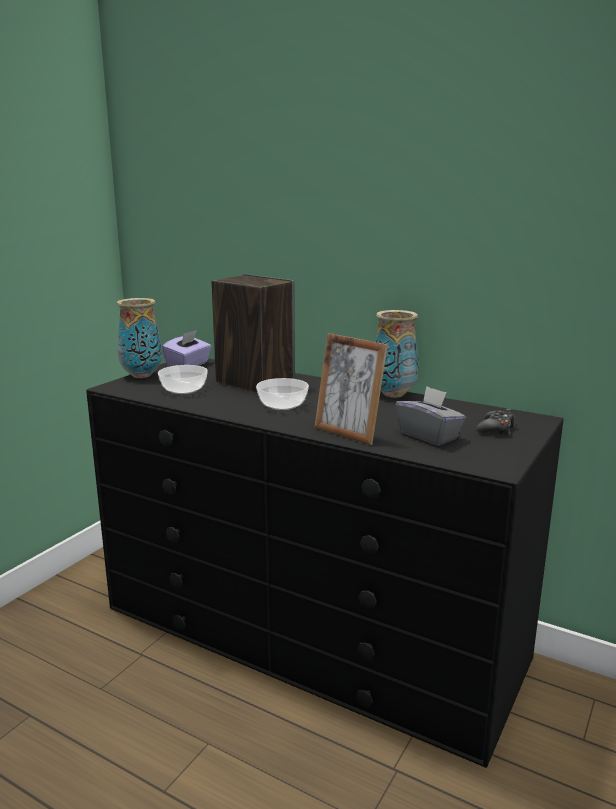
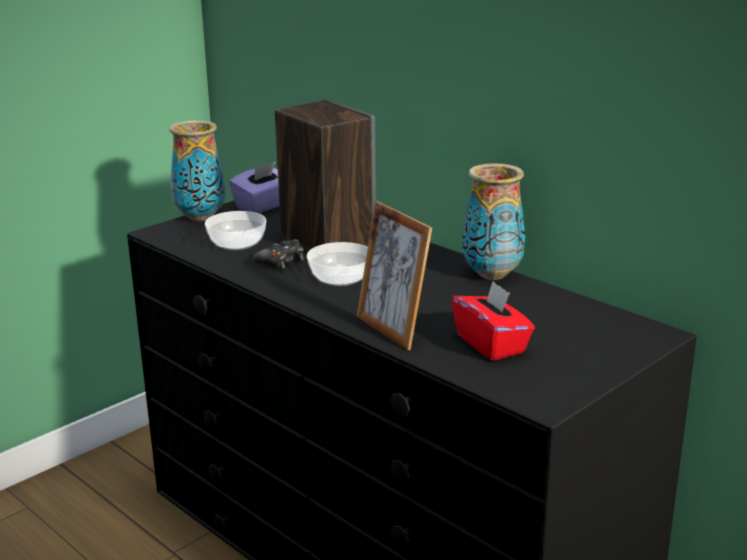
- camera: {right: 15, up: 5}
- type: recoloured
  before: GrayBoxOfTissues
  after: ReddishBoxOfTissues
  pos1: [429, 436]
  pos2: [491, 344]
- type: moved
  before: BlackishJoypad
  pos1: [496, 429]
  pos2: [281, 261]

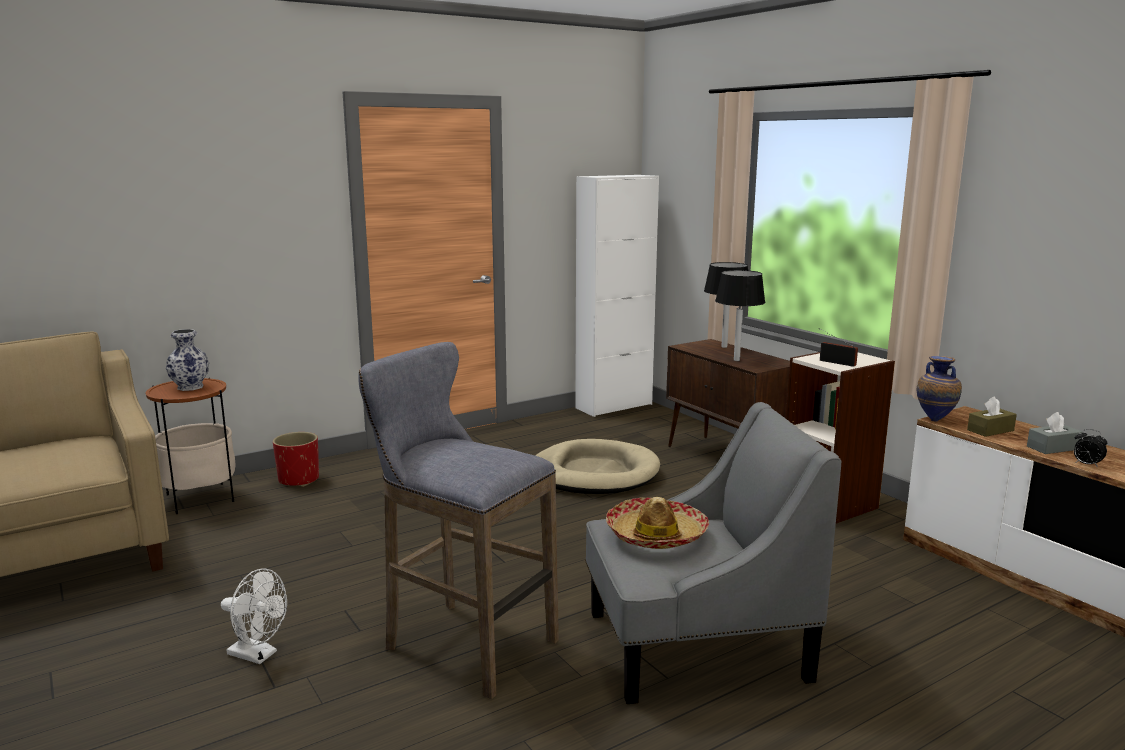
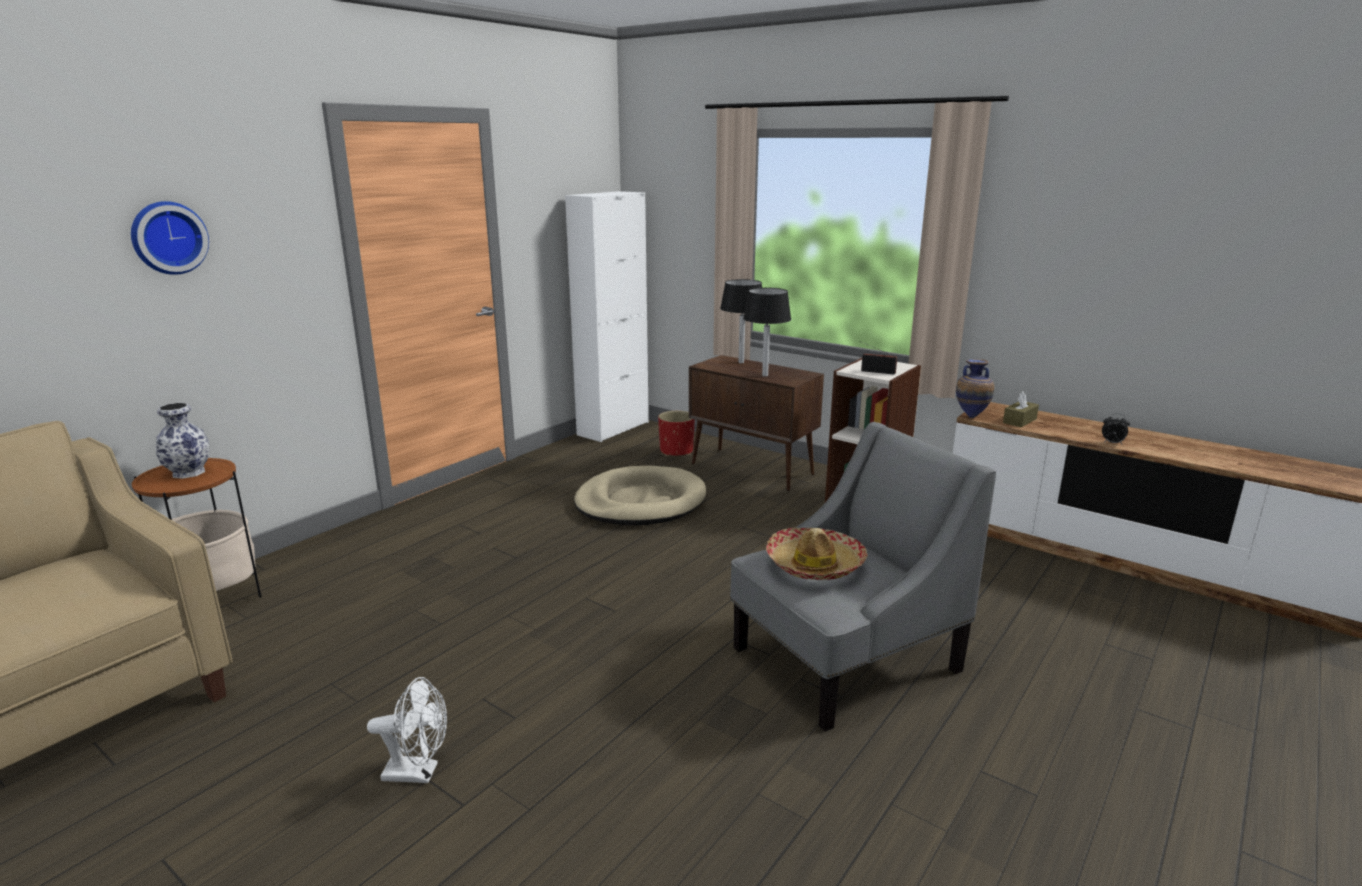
- camera: {right: -20, up: 5}
- type: moved
  before: ReddishPlantPot
  pos1: [298, 480]
  pos2: [676, 451]
- type: removed
  before: GrayStoolSeat
  pos1: [463, 643]
- type: removed
  before: GrayBoxOfTissues
  pos1: [1052, 448]
- type: added
  after: WallClock
  pos2: [168, 237]

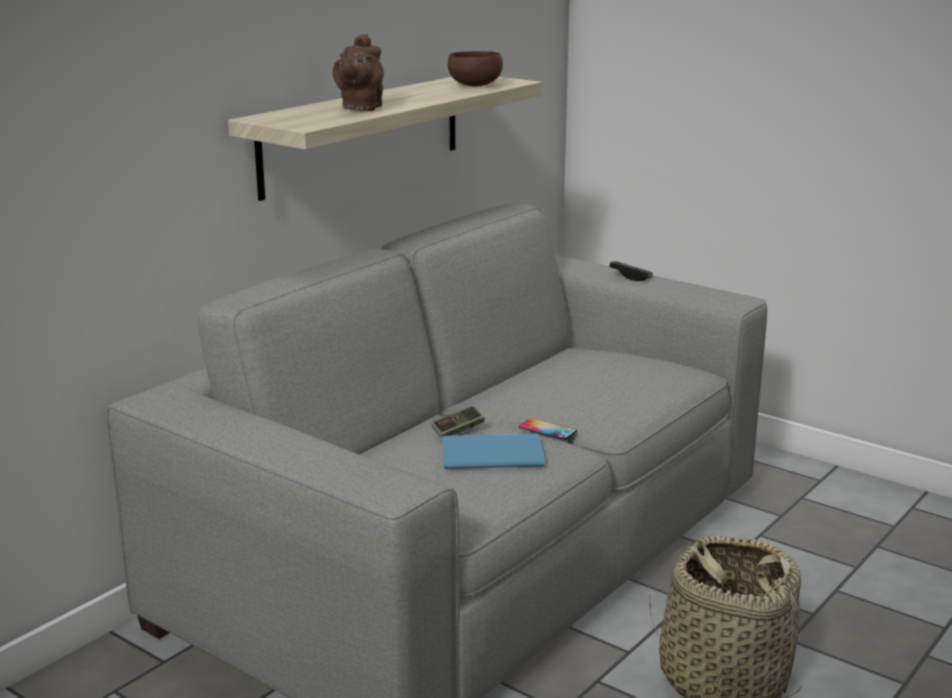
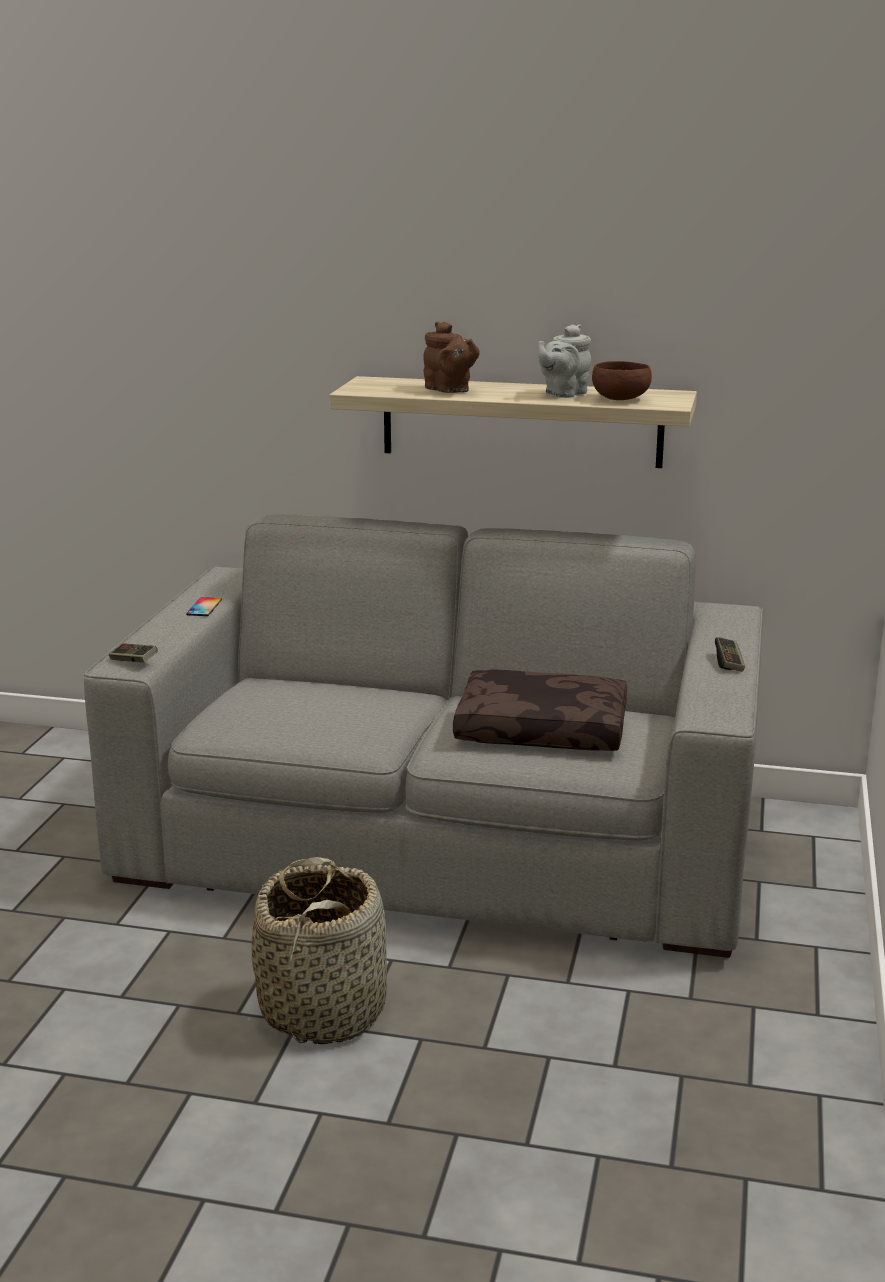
- camera: {right: 65, up: 0}
- type: turned
  before: BrownishTeaPot
  pos1: [360, 108]
  pos2: [449, 390]
  turn: -120
- type: moved
  before: Joypad
  pos1: [458, 431]
  pos2: [133, 661]
- type: removed
  before: BlueBoundBook
  pos1: [489, 453]
- type: moved
  before: Handset
  pos1: [547, 429]
  pos2: [204, 607]
- type: added
  after: BrownishPillow
  pos2: [543, 729]
- type: added
  after: GrayTeaPot
  pos2: [563, 394]

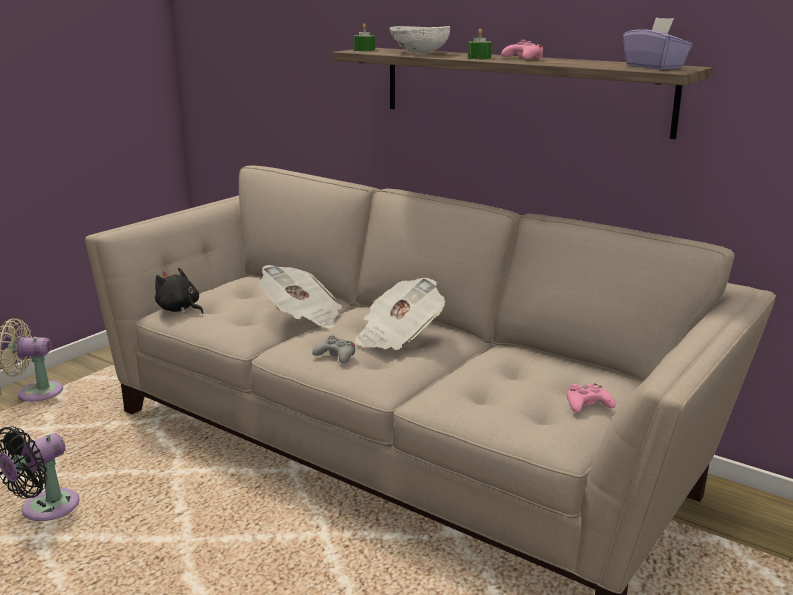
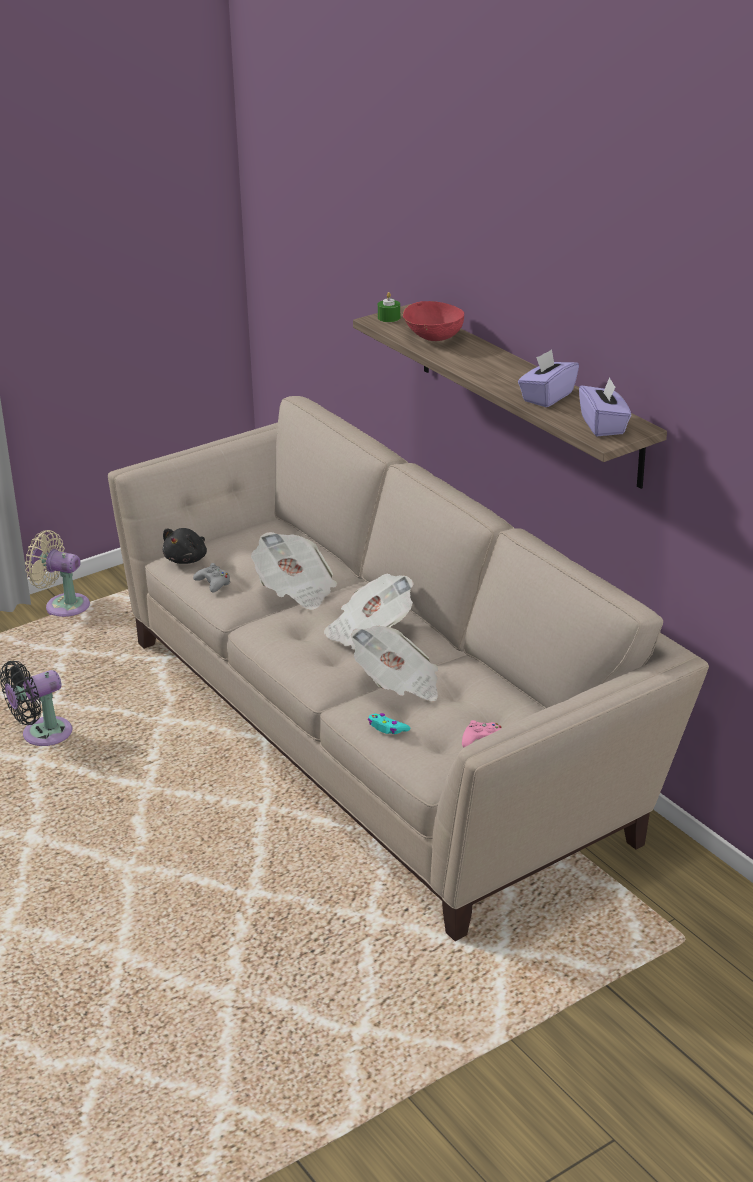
- camera: {right: 20, up: 10}
- type: turned
  before: BlackishCuddlyToy
  pos1: [179, 309]
  pos2: [187, 559]
  turn: -120
- type: moved
  before: GrayJoypad
  pos1: [336, 356]
  pos2: [213, 583]
- type: recoloured
  before: WhiteColouredBowl
  after: ReddishBowl
  pos1: [418, 53]
  pos2: [432, 337]
- type: removed
  before: GreenCandle
  pos1: [479, 58]
- type: removed
  before: PinkJoypad
  pos1: [523, 58]
- type: added
  after: DailyPaper
  pos2: [398, 684]
- type: added
  after: TurquoiseColouredJoypad
  pos2: [387, 728]
- type: added
  after: PurpleBoxOfTissues
  pos2: [547, 397]

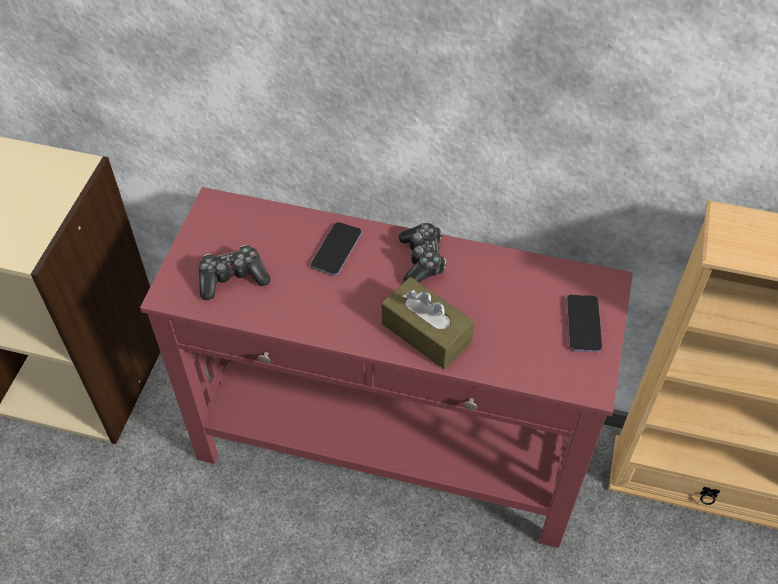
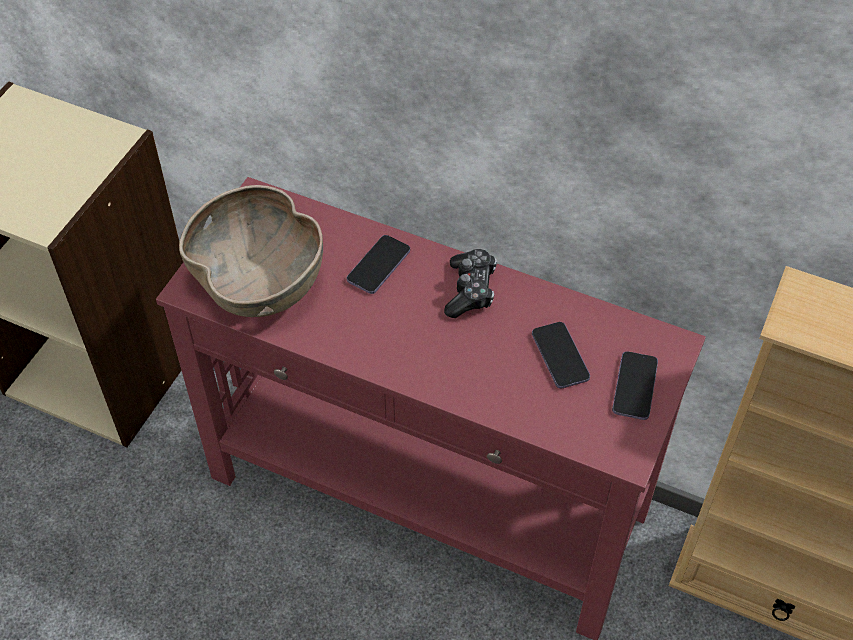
- camera: {right: 10, up: 0}
- type: replaced
  before: Joypad
  after: BrownishBowl
  pos1: [232, 278]
  pos2: [260, 281]
- type: removed
  before: BrownishBoxOfTissues
  pos1: [426, 332]
- type: added
  after: Handset
  pos2: [560, 356]

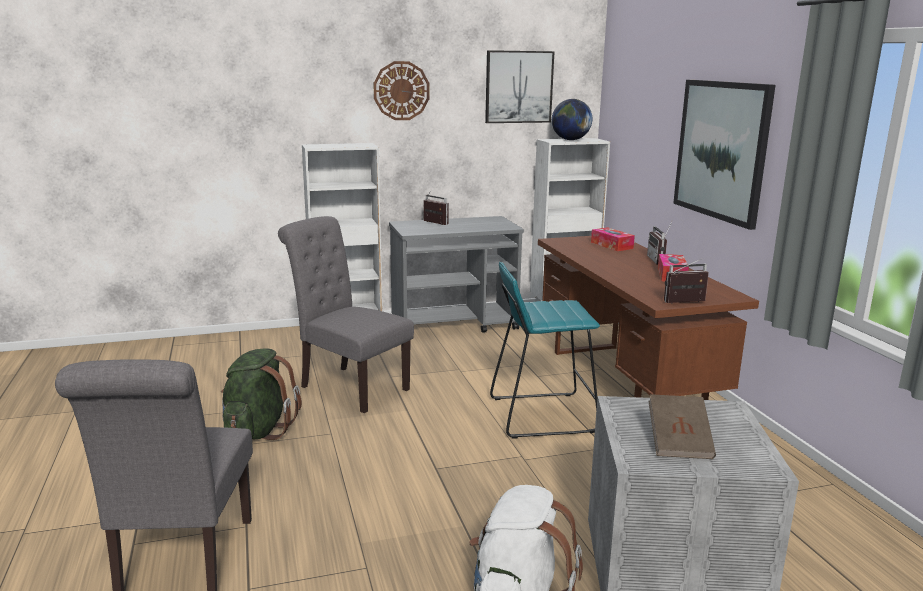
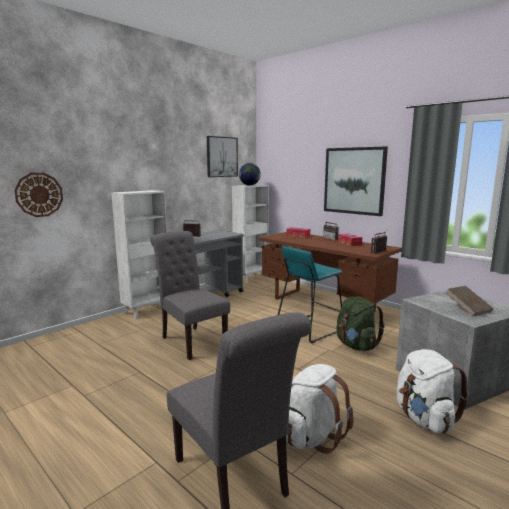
- camera: {right: -30, up: -5}
- type: moved
  before: GreenKnapsack
  pos1: [258, 430]
  pos2: [356, 345]
- type: turned
  before: GrayChair
  pos1: [349, 386]
  pos2: [191, 340]
  turn: 45
- type: moved
  before: WallClock
  pos1: [401, 91]
  pos2: [39, 194]
- type: added
  after: WhiteColouredKnapsack
  pos2: [312, 436]

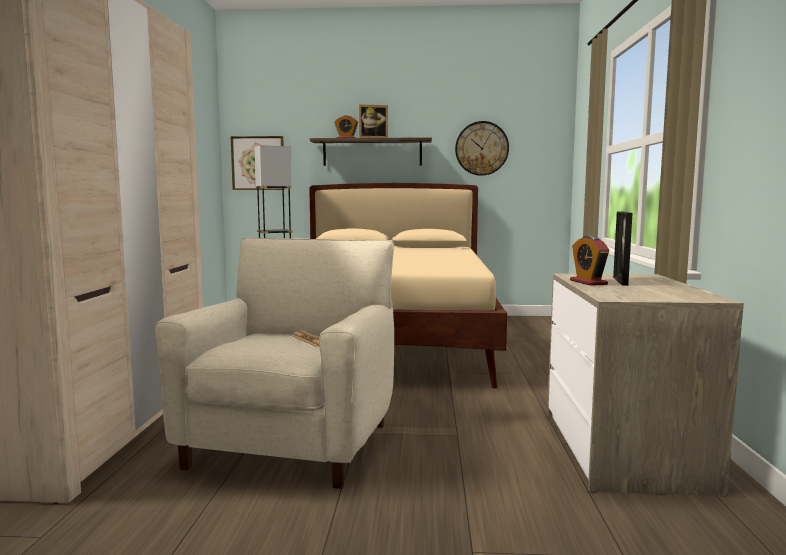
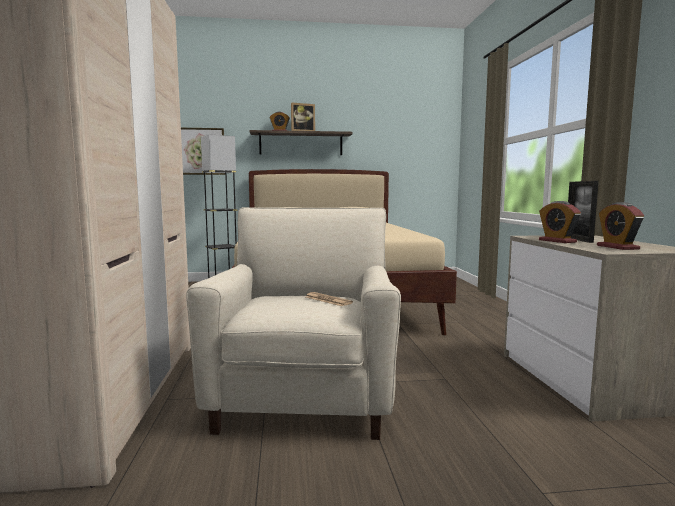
- camera: {right: -10, up: 0}
- type: removed
  before: WallClock
  pos1: [481, 148]
- type: added
  after: BedsideClock
  pos2: [617, 247]

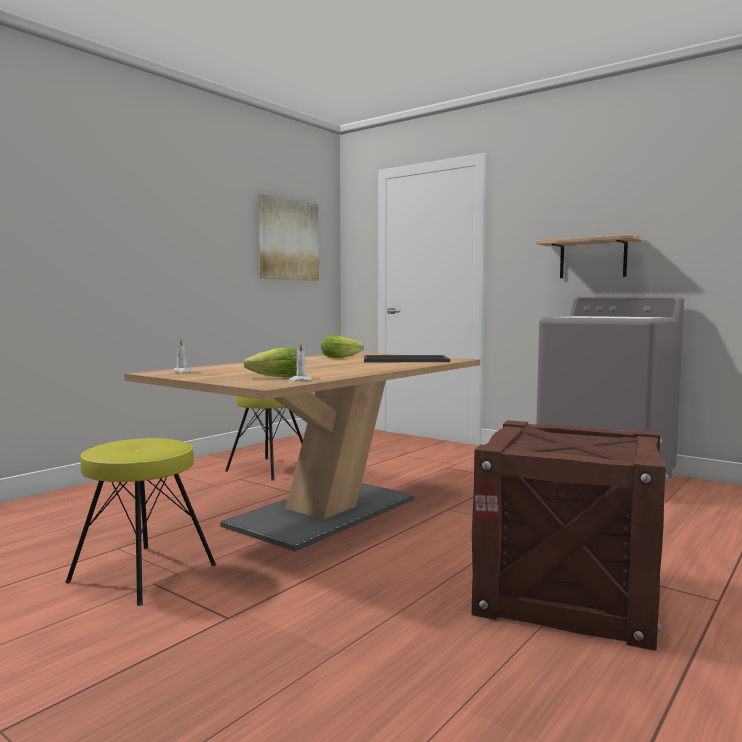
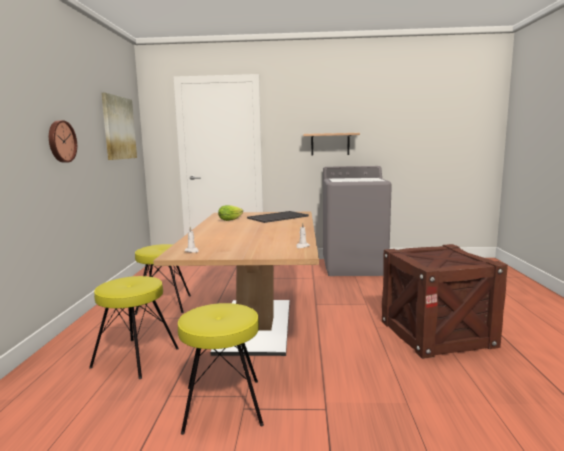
- camera: {right: -35, up: 5}
- type: removed
  before: HeadOfLettuce
  pos1: [273, 377]
- type: added
  after: WallClock
  pos2: [61, 141]
- type: added
  after: YellowColouredStoolSeat
  pos2: [135, 357]

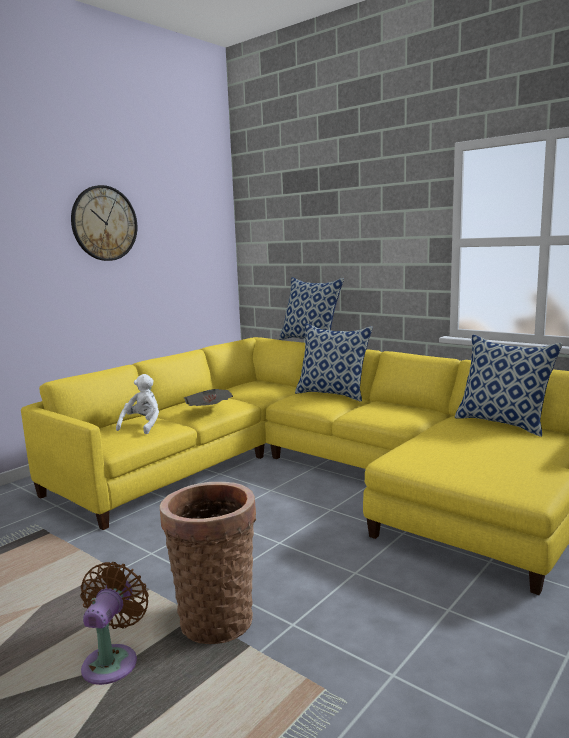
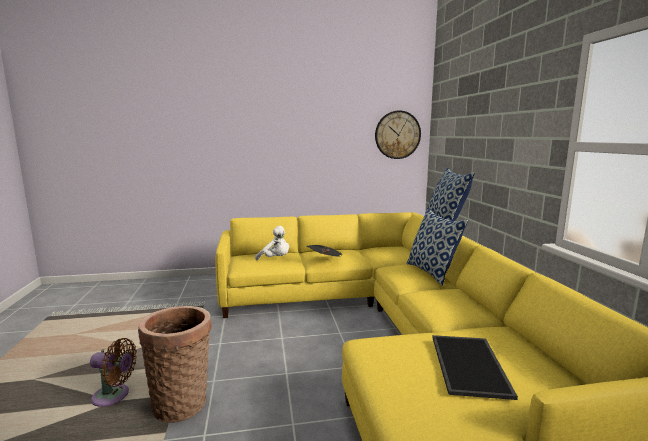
- camera: {right: 40, up: 0}
- type: moved
  before: WallClock
  pos1: [104, 223]
  pos2: [397, 135]
- type: turned
  before: BrownishFan
  pos1: [113, 661]
  pos2: [114, 396]
  turn: 45
- type: turned
  before: WhiteColouredCuddlyToy
  pos1: [142, 426]
  pos2: [275, 259]
  turn: 60
- type: removed
  before: Pillow
  pos1: [503, 423]
- type: added
  after: ServingTray
  pos2: [471, 365]

